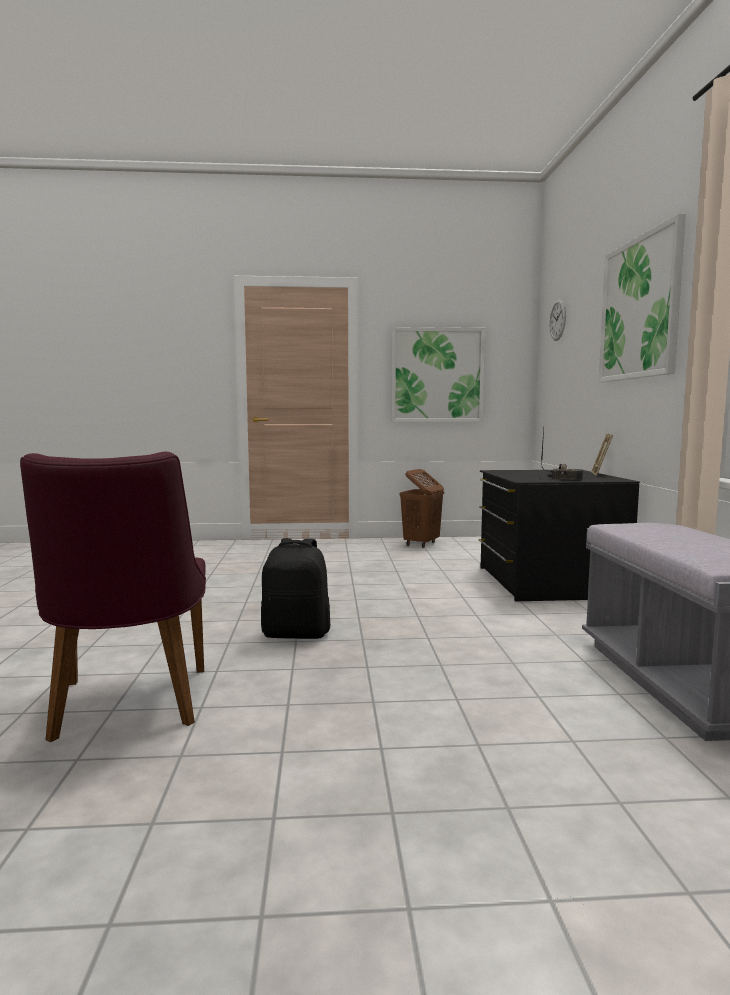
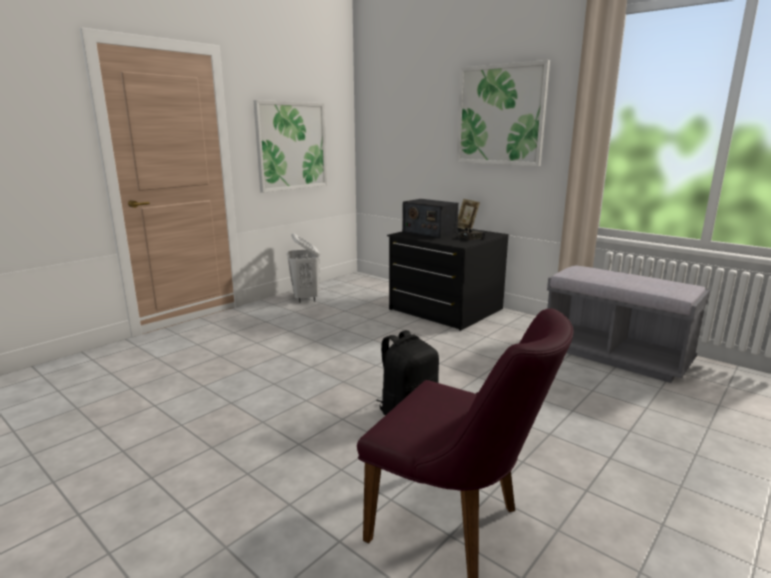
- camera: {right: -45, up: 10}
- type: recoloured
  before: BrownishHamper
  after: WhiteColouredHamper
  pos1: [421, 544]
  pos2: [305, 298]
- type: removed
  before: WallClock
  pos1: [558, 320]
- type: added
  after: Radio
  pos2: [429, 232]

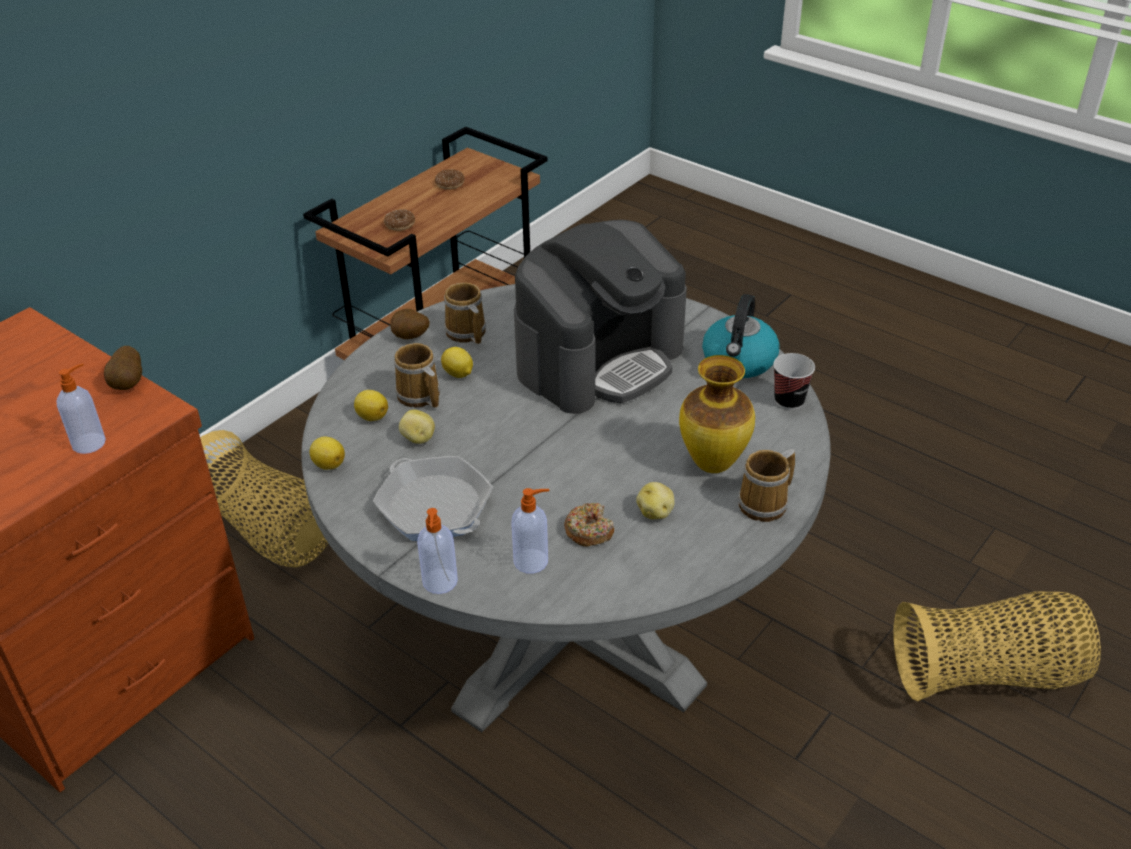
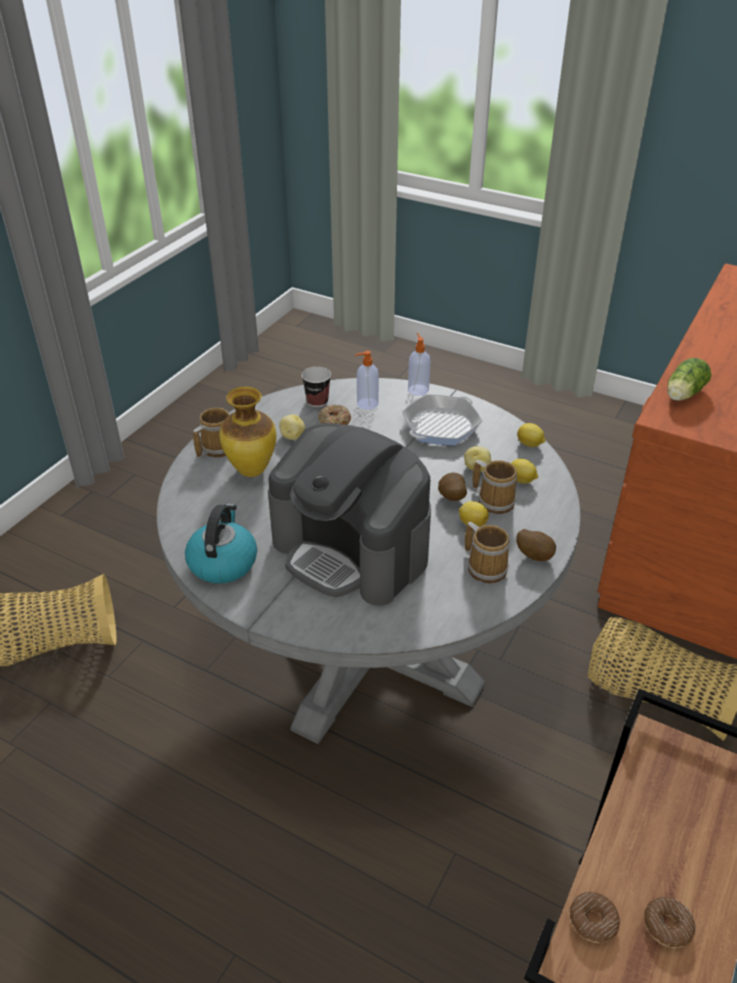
- camera: {right: 170, up: 0}
- type: replaced
  before: SoapBottle
  after: HeadOfLettuce
  pos1: [90, 443]
  pos2: [682, 395]
- type: moved
  before: Potato
  pos1: [129, 383]
  pos2: [451, 498]
- type: turned
  before: Pan
  pos1: [434, 507]
  pos2: [441, 426]
  turn: 90
- type: moved
  before: Doughnut
  pos1: [400, 225]
  pos2: [592, 921]
- type: turned
  before: CoffeeMachine
  pos1: [599, 360]
  pos2: [352, 550]
  turn: -90
- type: moved
  before: SmallCup
  pos1: [789, 401]
  pos2: [317, 401]

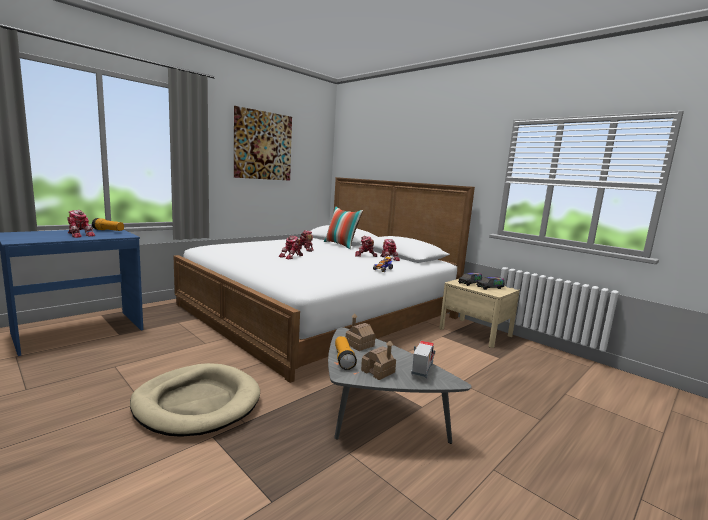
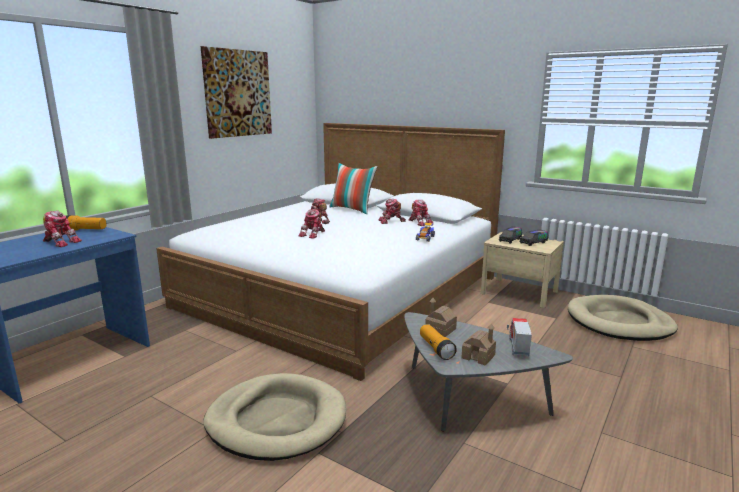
- camera: {right: -10, up: 5}
- type: added
  after: BeigePetBed
  pos2: [619, 322]

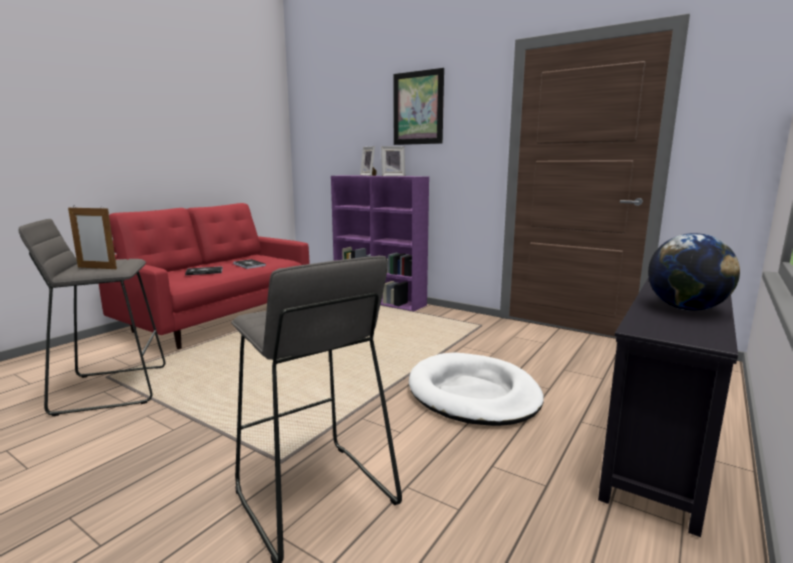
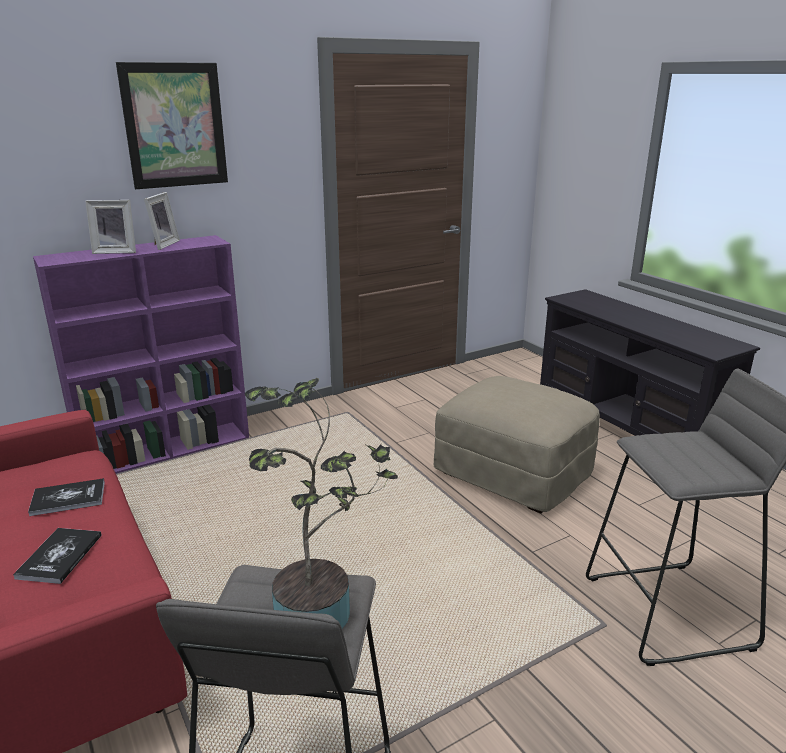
- camera: {right: -65, up: 10}
- type: replaced
  before: PhotoFrame
  after: PottedPlant
  pos1: [97, 268]
  pos2: [321, 611]
- type: replaced
  before: WhiteColouredPetBed
  after: BeigeOttoman
  pos1: [473, 394]
  pos2: [514, 473]
- type: removed
  before: Globe
  pos1: [686, 308]

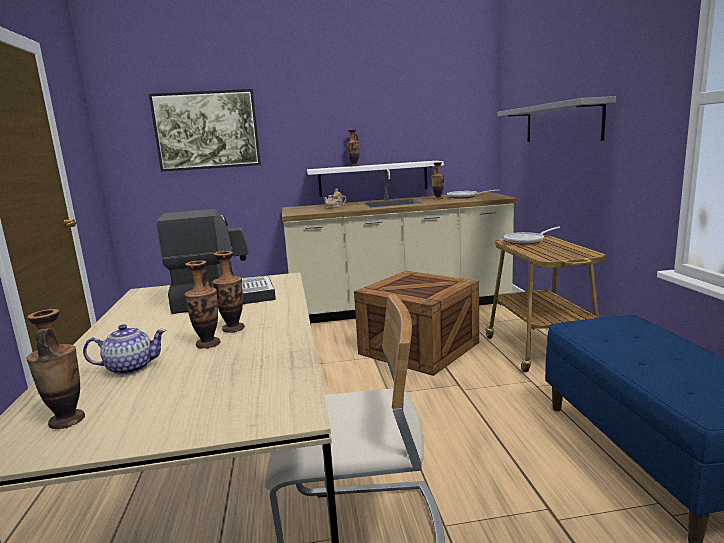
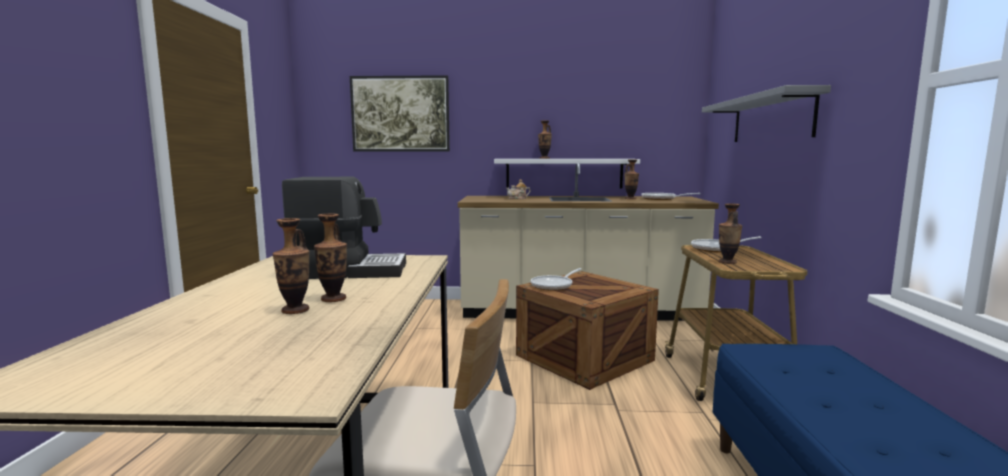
- camera: {right: 10, up: -5}
- type: moved
  before: DecorativeVase
  pos1: [67, 420]
  pos2: [727, 262]
- type: removed
  before: TeaPot
  pos1: [130, 368]
- type: added
  after: Pan
  pos2: [554, 285]

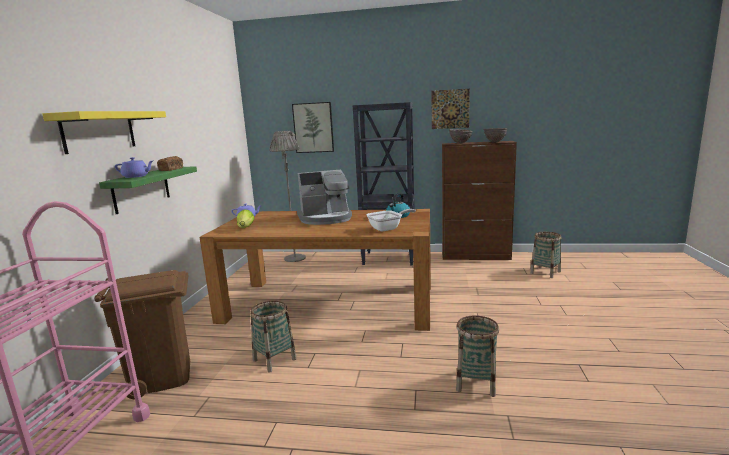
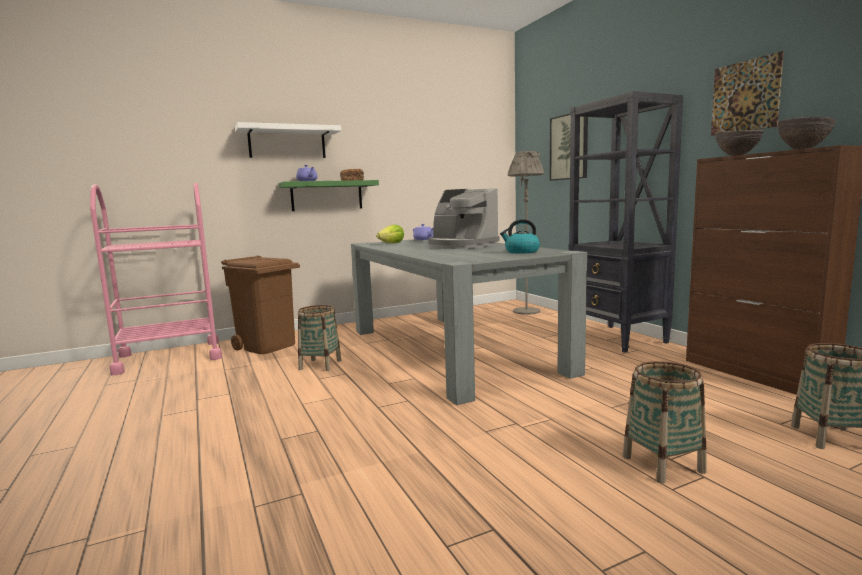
- camera: {right: 55, up: -5}
- type: recoloured
  before: YellowColouredWallShelf
  after: WhiteColouredWallShelf
  pos1: [99, 131]
  pos2: [287, 143]
- type: recoloured
  before: BrownishDiningTable
  after: GrayDiningTable
  pos1: [329, 303]
  pos2: [451, 350]
- type: removed
  before: Pan
  pos1: [388, 228]
- type: moved
  before: HouseholdBasket
  pos1: [476, 383]
  pos2: [663, 464]

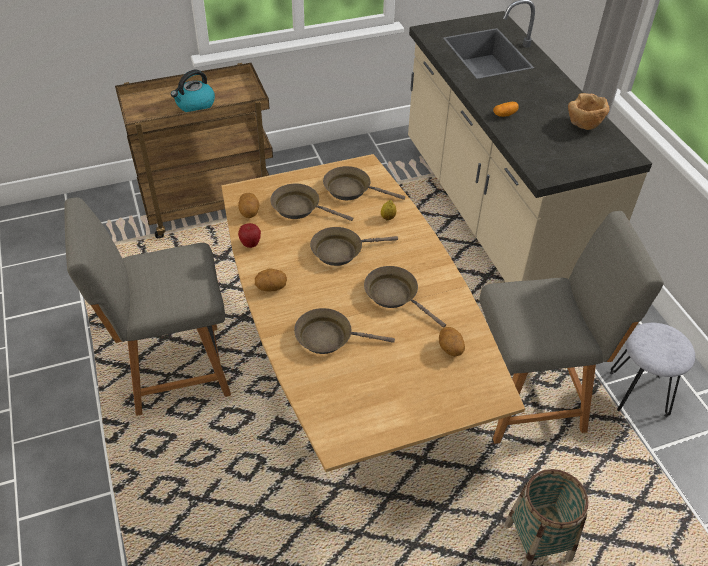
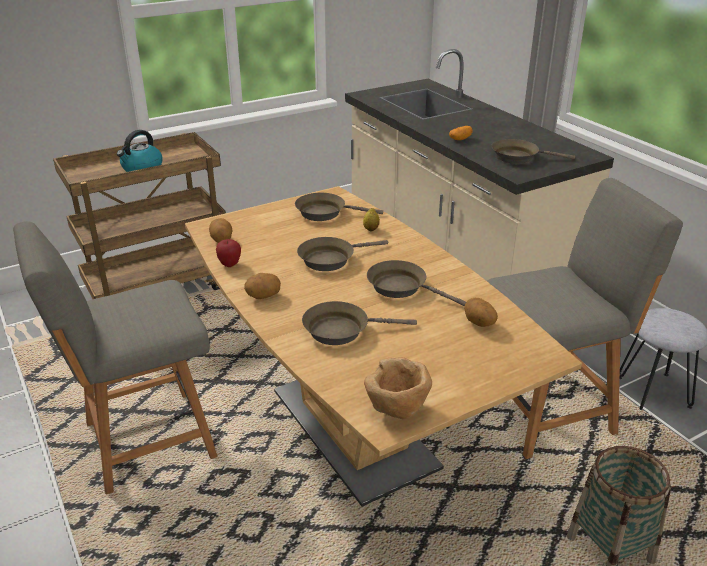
- camera: {right: -10, up: -15}
- type: moved
  before: BrownishPan
  pos1: [300, 208]
  pos2: [518, 157]
- type: moved
  before: BrownishBowl
  pos1: [583, 126]
  pos2: [397, 411]

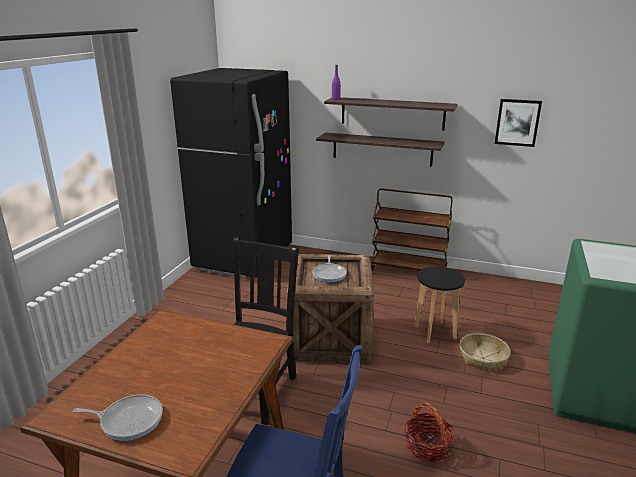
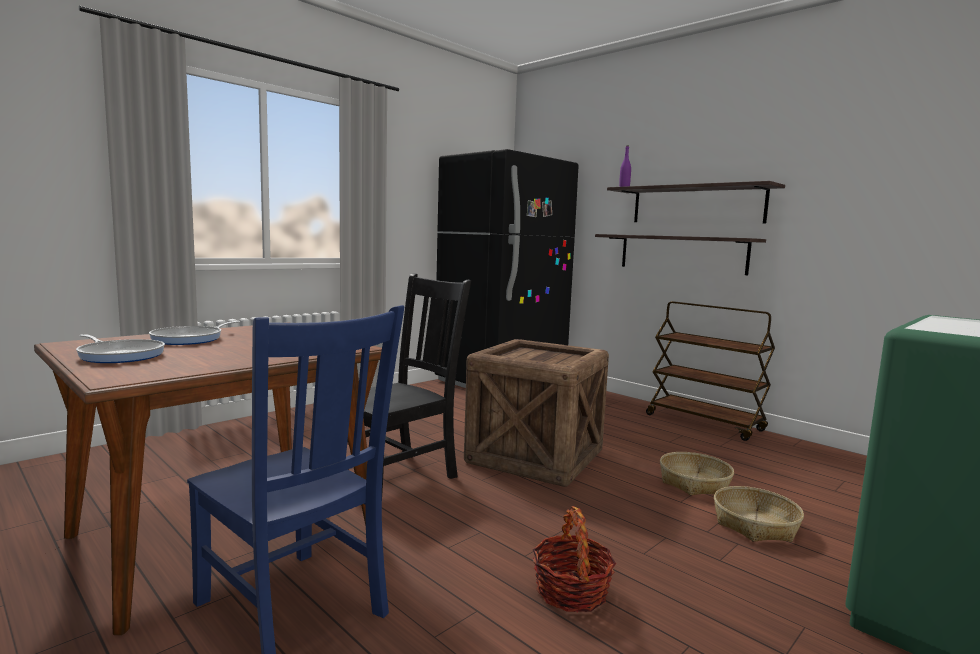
- camera: {right: 25, up: -15}
- type: moved
  before: Pan
  pos1: [329, 274]
  pos2: [191, 339]
- type: replaced
  before: BlackishStoolSeat
  after: HouseholdBasket
  pos1: [435, 332]
  pos2: [694, 483]
- type: removed
  before: WallArt
  pos1: [517, 122]

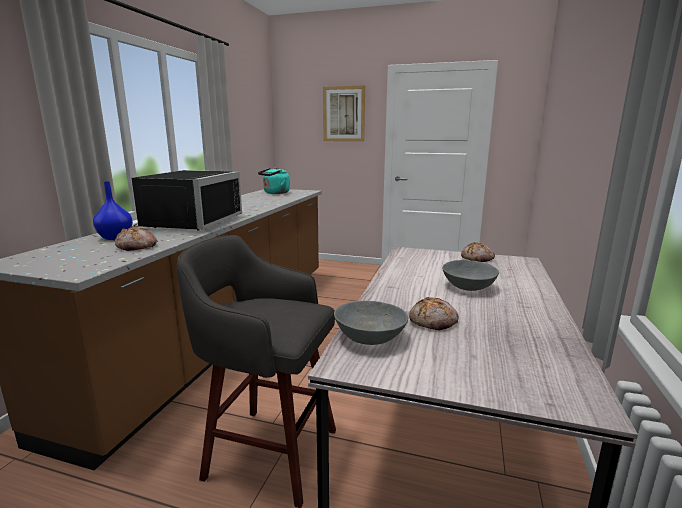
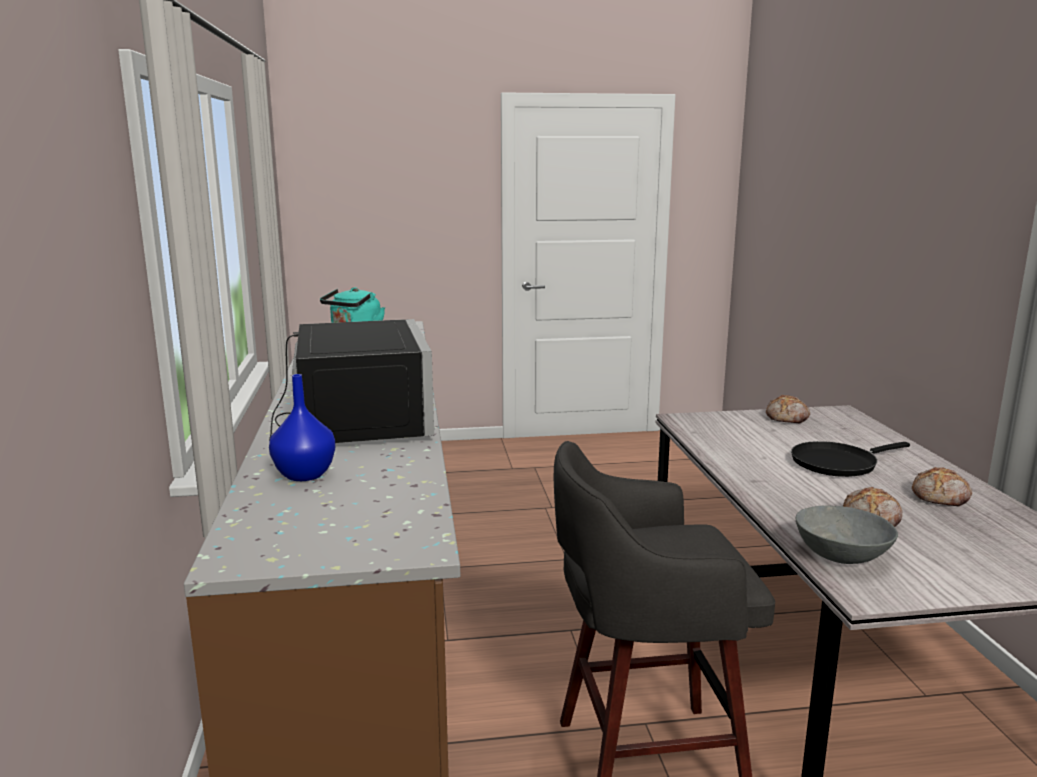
- camera: {right: -25, up: 0}
- type: moved
  before: Bread
  pos1: [137, 247]
  pos2: [941, 497]
- type: removed
  before: WallArt
  pos1: [344, 114]
- type: replaced
  before: GrayBowl
  after: BlackishPan
  pos1: [468, 287]
  pos2: [837, 463]

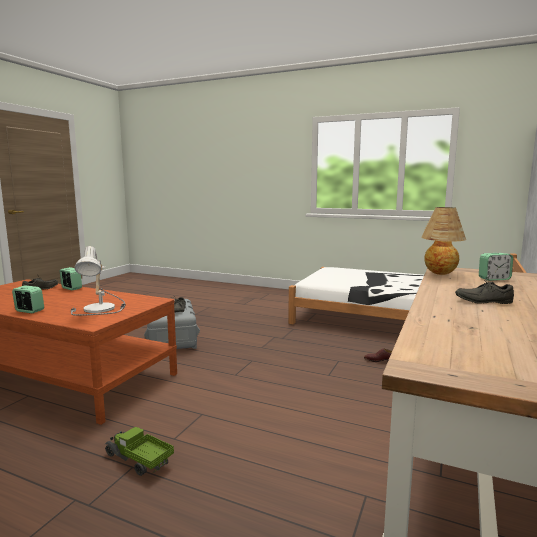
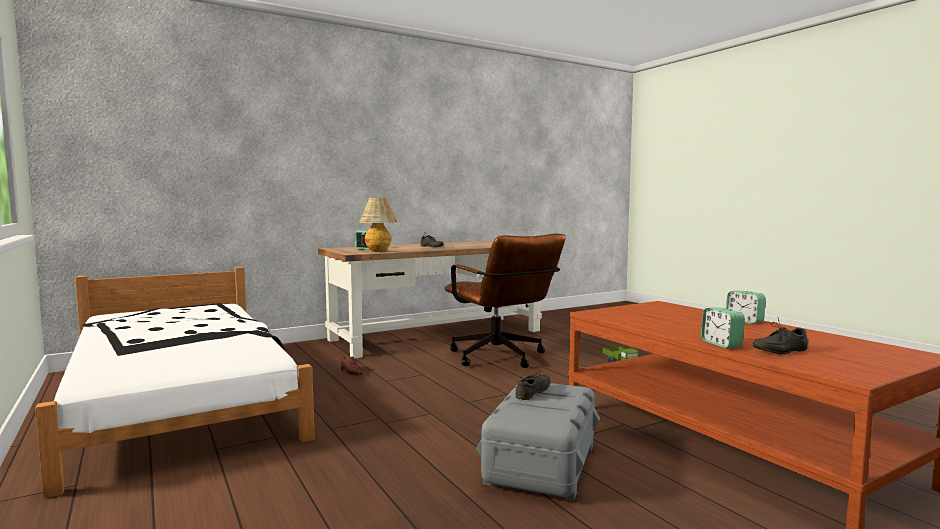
- camera: {right: -145, up: -5}
- type: removed
  before: LampForATable
  pos1: [102, 309]
- type: added
  after: BrownishDeskChair
  pos2: [501, 358]

